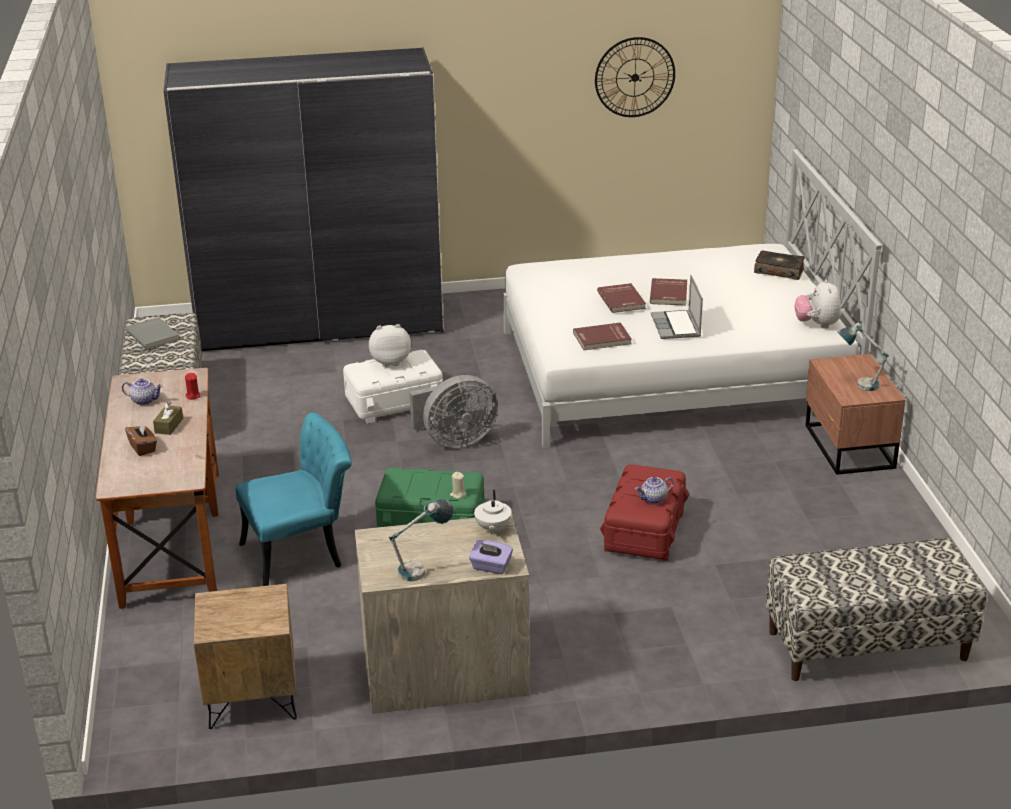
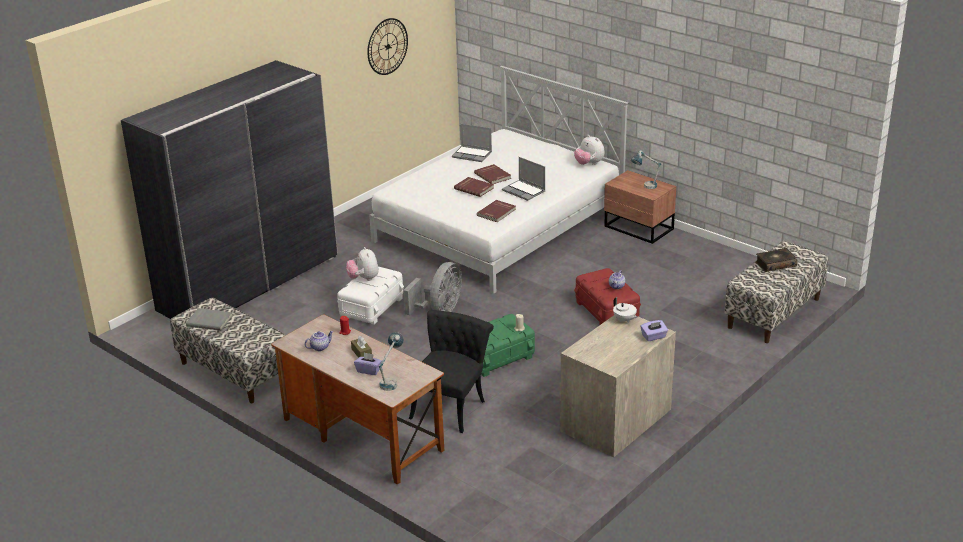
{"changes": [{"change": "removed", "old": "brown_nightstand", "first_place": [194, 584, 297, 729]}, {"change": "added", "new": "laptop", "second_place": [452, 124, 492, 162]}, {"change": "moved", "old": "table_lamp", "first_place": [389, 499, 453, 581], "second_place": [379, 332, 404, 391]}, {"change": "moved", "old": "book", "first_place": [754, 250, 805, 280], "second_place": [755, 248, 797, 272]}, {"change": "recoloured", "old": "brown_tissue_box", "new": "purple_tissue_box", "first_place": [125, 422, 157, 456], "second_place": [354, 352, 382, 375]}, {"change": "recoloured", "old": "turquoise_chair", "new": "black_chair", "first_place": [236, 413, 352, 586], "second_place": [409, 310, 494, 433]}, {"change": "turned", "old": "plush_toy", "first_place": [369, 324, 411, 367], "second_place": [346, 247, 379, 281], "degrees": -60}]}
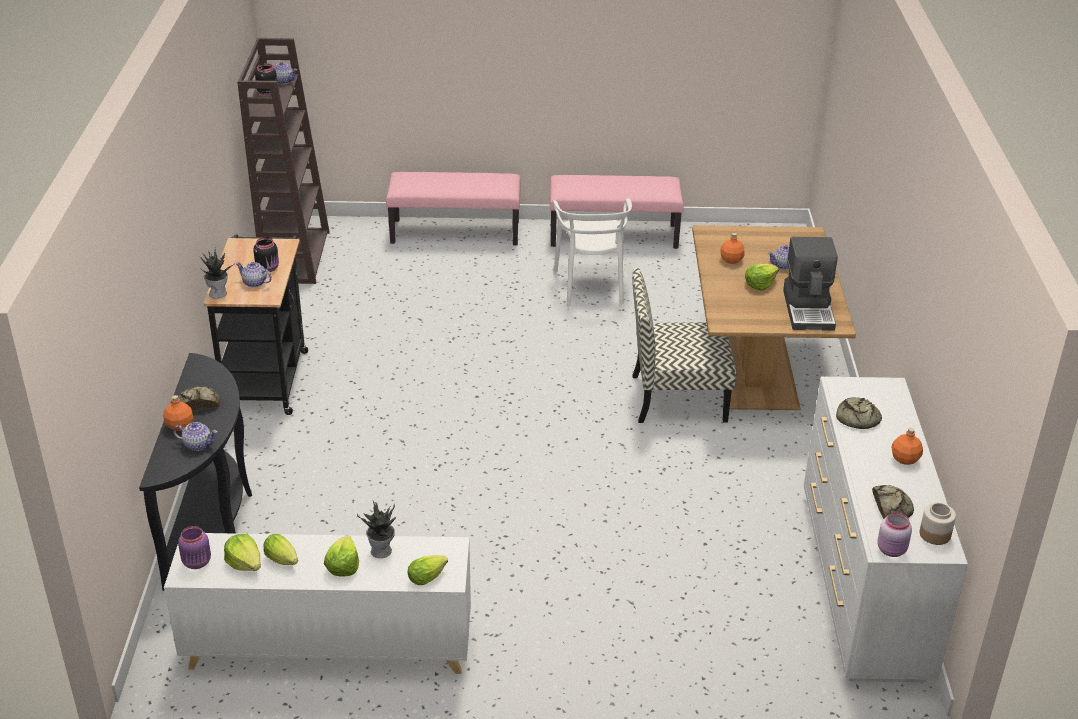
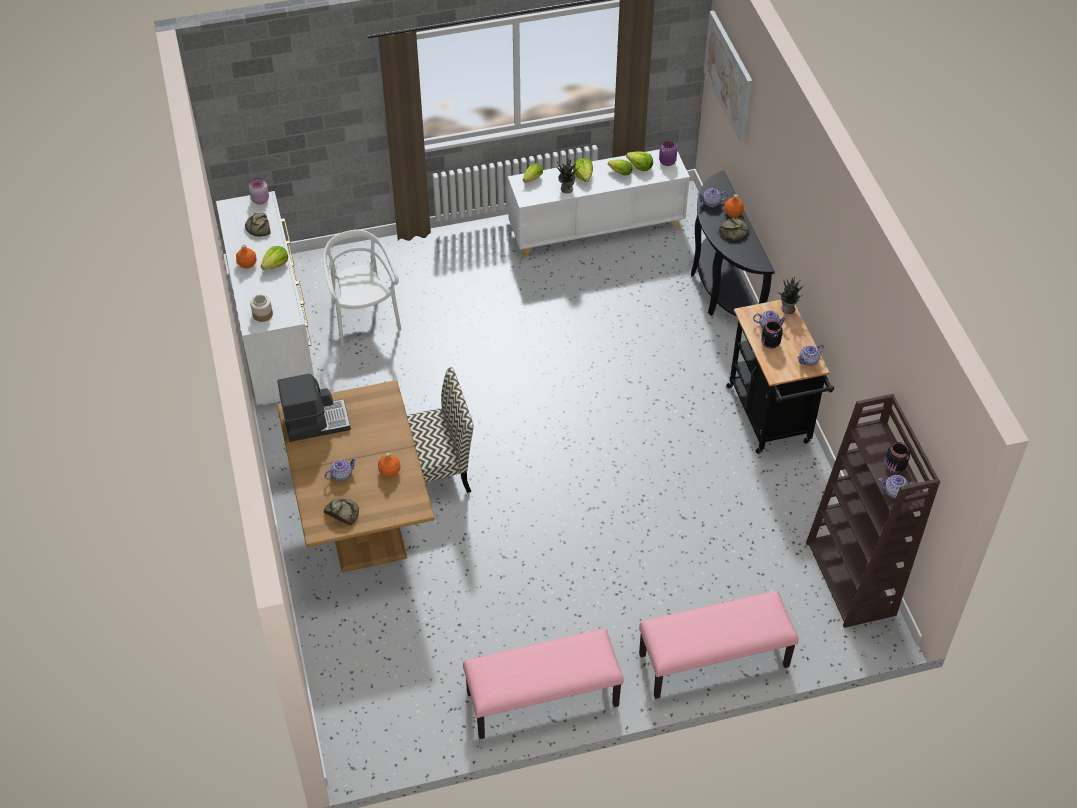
{"changes": [{"change": "added", "new": "picture", "second_place": [703, 11, 752, 142]}, {"change": "added", "new": "teapot", "second_place": [797, 344, 824, 366]}, {"change": "moved", "old": "white_chair", "first_place": [553, 198, 632, 306], "second_place": [323, 230, 402, 346]}, {"change": "moved", "old": "lettuce", "first_place": [745, 264, 779, 291], "second_place": [261, 246, 288, 270]}, {"change": "moved", "old": "bread", "first_place": [836, 397, 882, 429], "second_place": [324, 498, 359, 525]}, {"change": "moved", "old": "jar", "first_place": [920, 503, 956, 545], "second_place": [250, 295, 273, 322]}, {"change": "turned", "old": "coffee_machine", "first_place": [783, 237, 838, 331], "second_place": [277, 374, 351, 442], "degrees": 90}]}
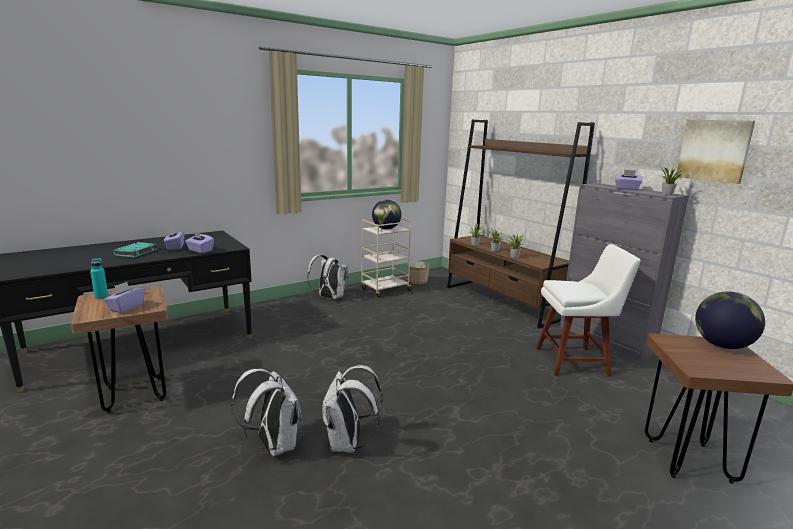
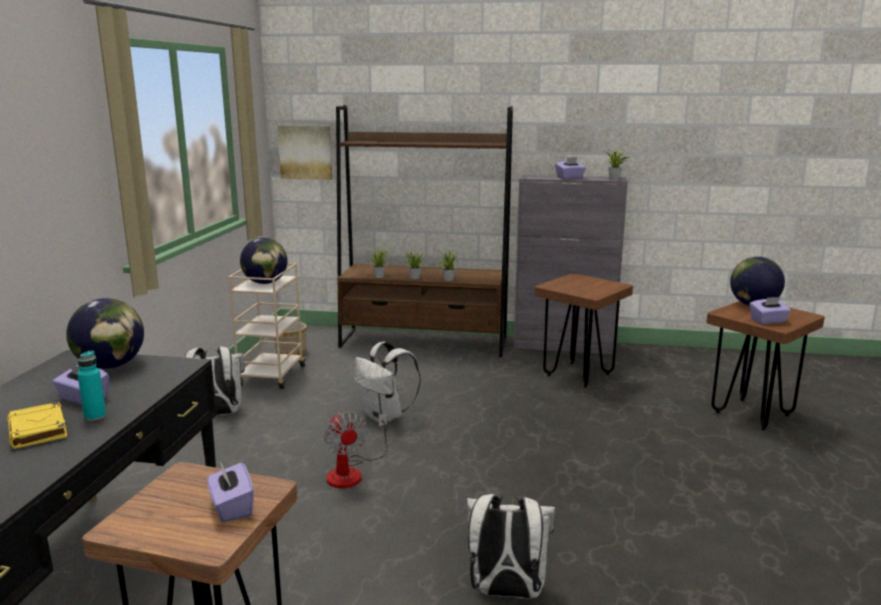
{"changes": [{"change": "added", "new": "globe", "second_place": [66, 298, 144, 369]}, {"change": "added", "new": "fan", "second_place": [324, 413, 387, 488]}, {"change": "moved", "old": "turquoise_bottle", "first_place": [90, 258, 108, 299], "second_place": [77, 351, 106, 421]}, {"change": "moved", "old": "purple_tissue_box", "first_place": [185, 231, 214, 253], "second_place": [750, 297, 791, 324]}, {"change": "moved", "old": "white_backpack", "first_place": [322, 365, 383, 453], "second_place": [354, 341, 421, 422]}, {"change": "moved", "old": "picture", "first_place": [676, 120, 755, 184], "second_place": [277, 125, 332, 180]}, {"change": "replaced", "old": "white_chair", "new": "brown_stool", "first_place": [536, 244, 640, 376], "second_place": [534, 273, 633, 388]}, {"change": "recoloured", "old": "turquoise_book", "new": "yellow_book", "first_place": [113, 242, 157, 258], "second_place": [7, 402, 67, 449]}]}
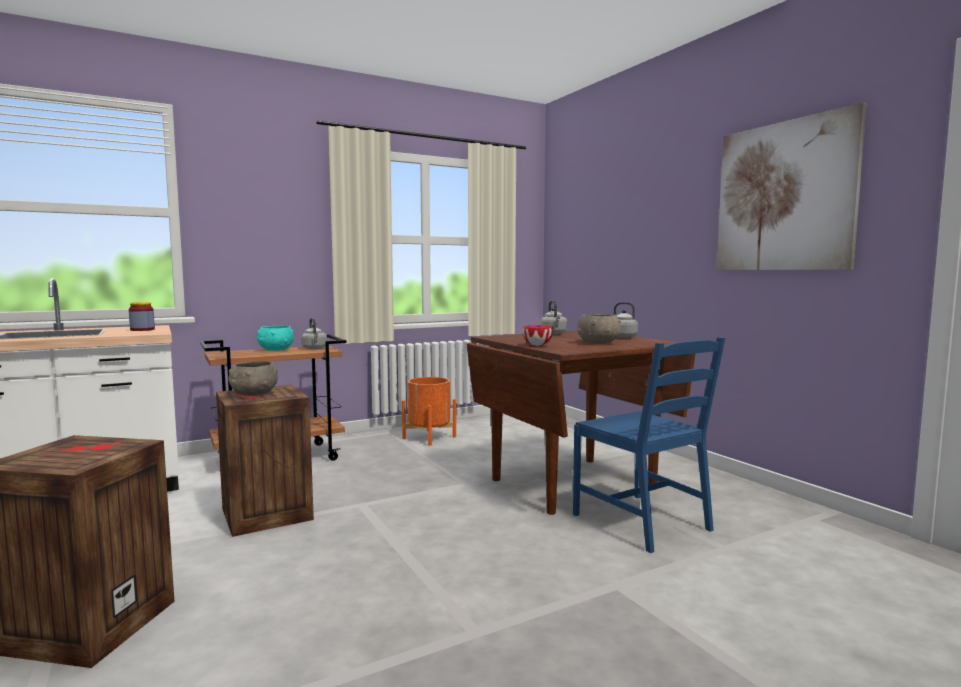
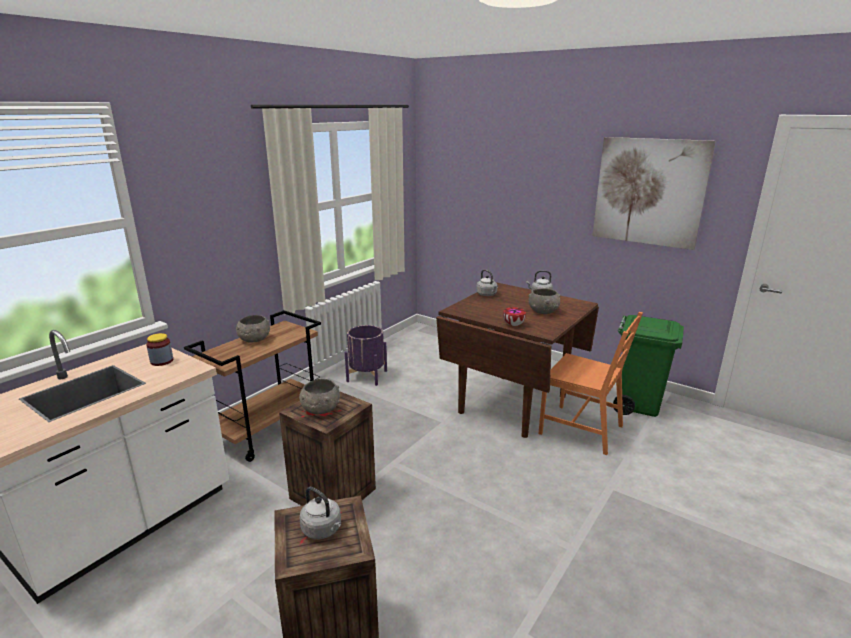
{"changes": [{"change": "added", "new": "green_trash_can", "second_place": [613, 315, 684, 417]}, {"change": "moved", "old": "grey_kettle", "first_place": [301, 318, 327, 349], "second_place": [300, 487, 341, 539]}, {"change": "recoloured", "old": "turquoise_bowl", "new": "grey_bowl", "first_place": [257, 326, 294, 351], "second_place": [236, 315, 270, 343]}, {"change": "recoloured", "old": "orange_planter", "new": "purple_planter", "first_place": [402, 377, 456, 446], "second_place": [345, 325, 387, 386]}, {"change": "recoloured", "old": "blue_chair", "new": "orange_chair", "first_place": [573, 337, 725, 553], "second_place": [539, 312, 643, 455]}]}
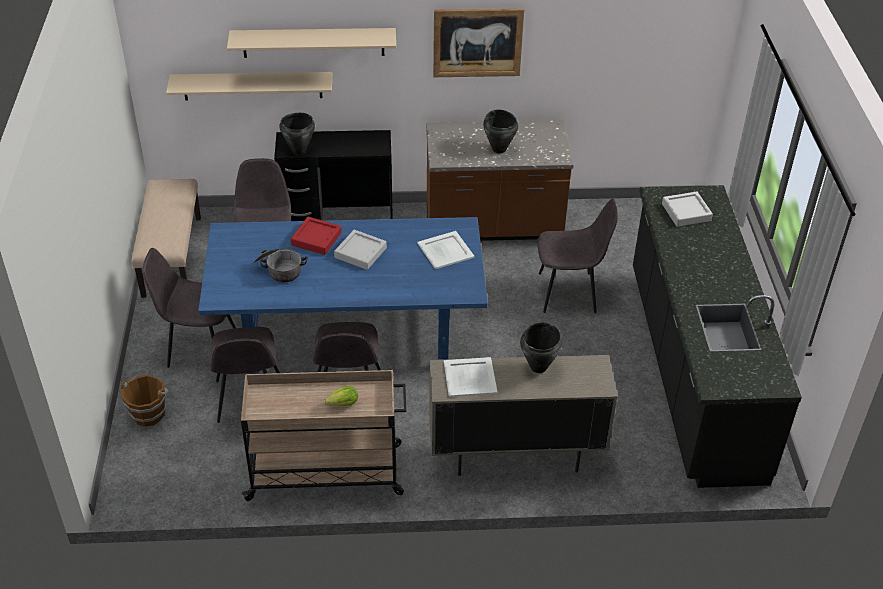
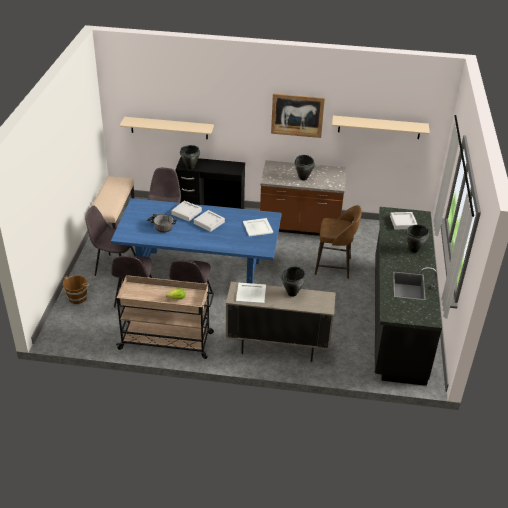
{"changes": [{"change": "added", "new": "black_cooking_pot", "second_place": [405, 225, 429, 253]}, {"change": "moved", "old": "beige_shelf", "first_place": [227, 28, 396, 58], "second_place": [332, 116, 430, 139]}, {"change": "replaced", "old": "grey_chair", "new": "brown_stool", "first_place": [538, 198, 618, 313], "second_place": [315, 205, 362, 279]}, {"change": "recoloured", "old": "red_tray", "new": "grey_tray", "first_place": [291, 217, 342, 255], "second_place": [171, 201, 202, 221]}]}
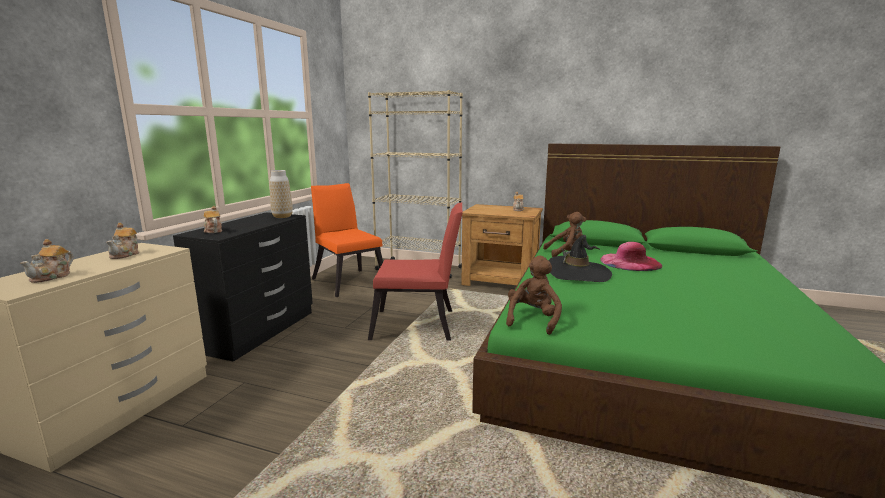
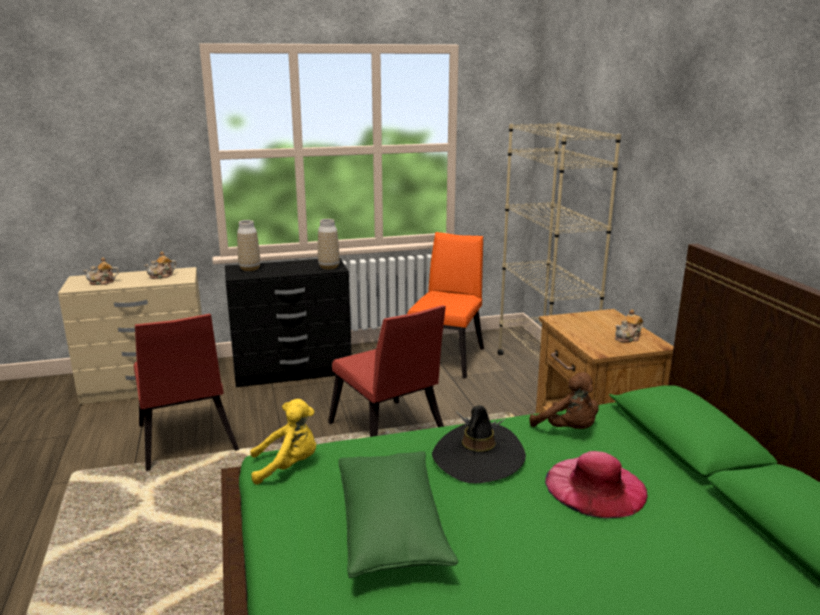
{"changes": [{"change": "added", "new": "red_chair", "second_place": [134, 314, 239, 471]}, {"change": "added", "new": "green_pillow", "second_place": [338, 451, 458, 578]}, {"change": "replaced", "old": "teapot", "new": "vase", "first_place": [204, 206, 222, 233], "second_place": [237, 220, 260, 271]}, {"change": "recoloured", "old": "brown_plush_toy", "new": "yellow_plush_toy", "first_place": [506, 255, 562, 335], "second_place": [250, 399, 316, 485]}]}
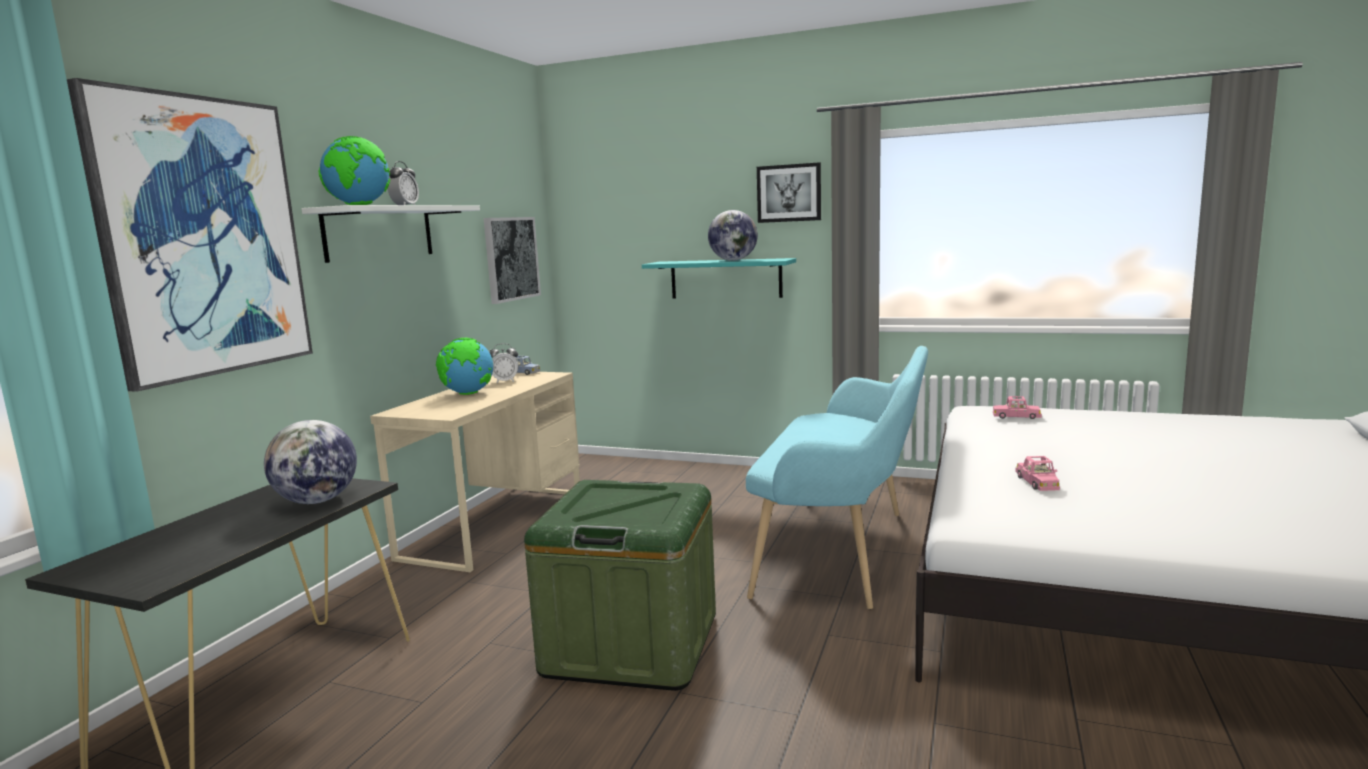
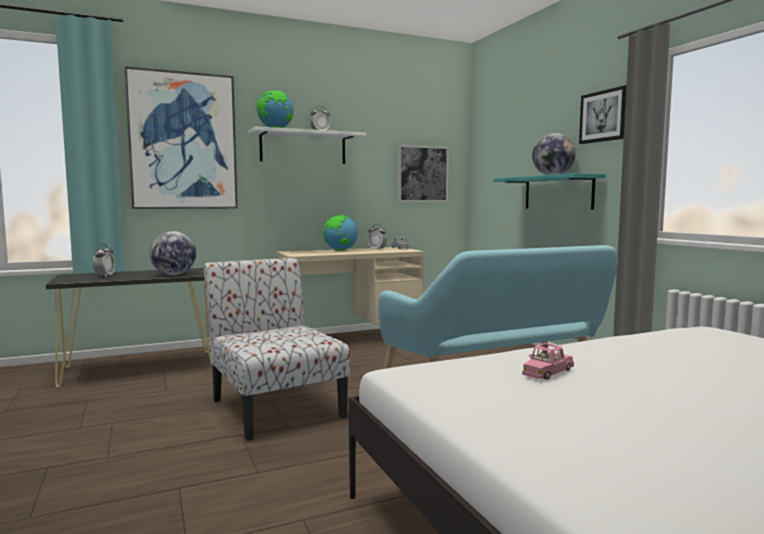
{"changes": [{"change": "removed", "old": "pink_toy_car", "first_place": [993, 396, 1042, 419]}, {"change": "added", "new": "alarm_clock", "second_place": [93, 244, 115, 277]}, {"change": "replaced", "old": "green_storage_box", "new": "chair", "first_place": [524, 480, 716, 691], "second_place": [204, 258, 350, 441]}]}
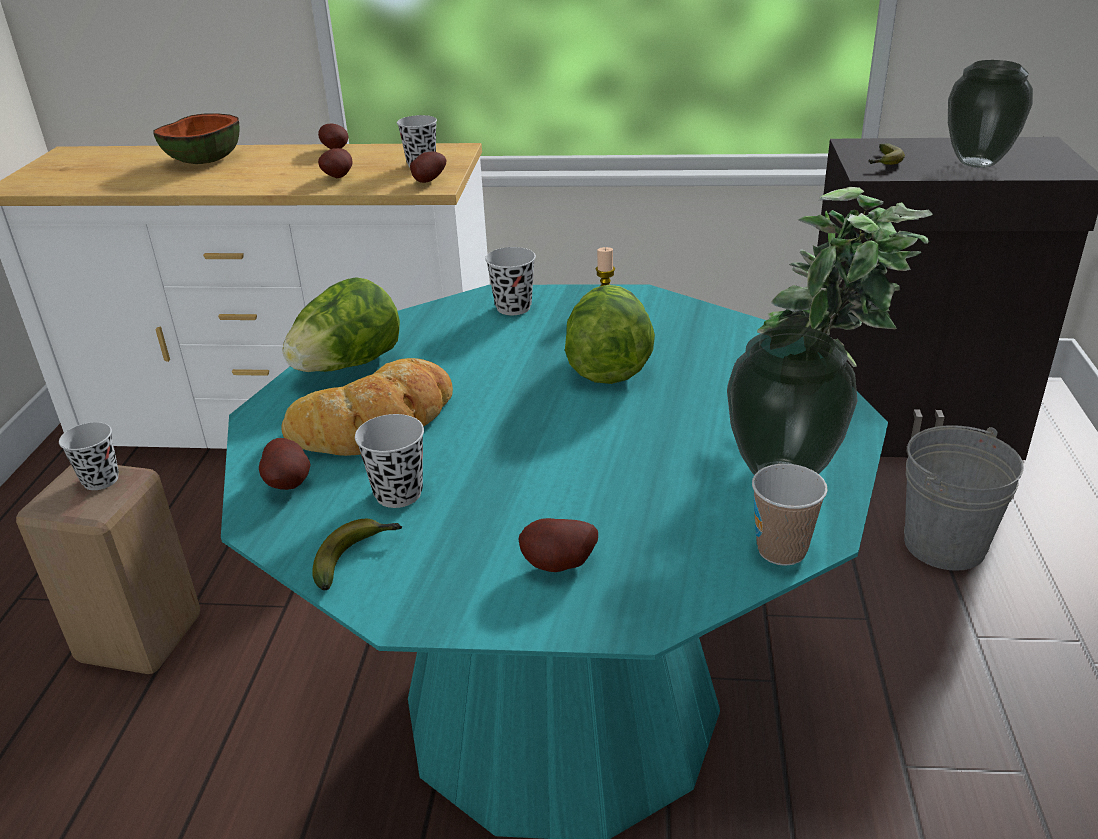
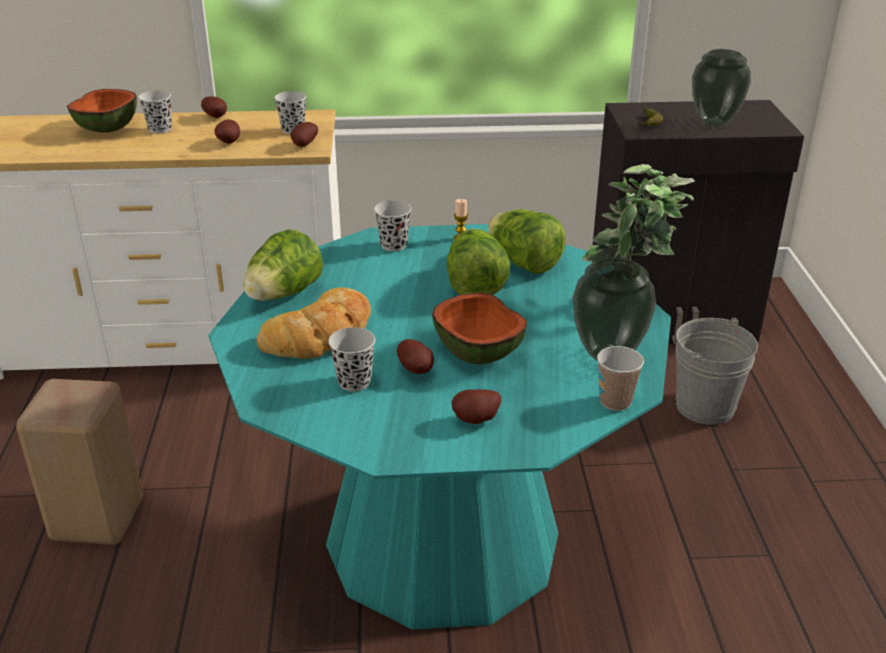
{"changes": [{"change": "removed", "old": "banana", "first_place": [312, 519, 402, 590]}, {"change": "added", "new": "bowl", "second_place": [432, 292, 527, 364]}, {"change": "added", "new": "lettuce", "second_place": [488, 209, 566, 274]}, {"change": "moved", "old": "black_cup", "first_place": [59, 422, 119, 490], "second_place": [139, 90, 172, 134]}, {"change": "moved", "old": "potato", "first_place": [259, 438, 311, 490], "second_place": [397, 339, 434, 374]}]}
